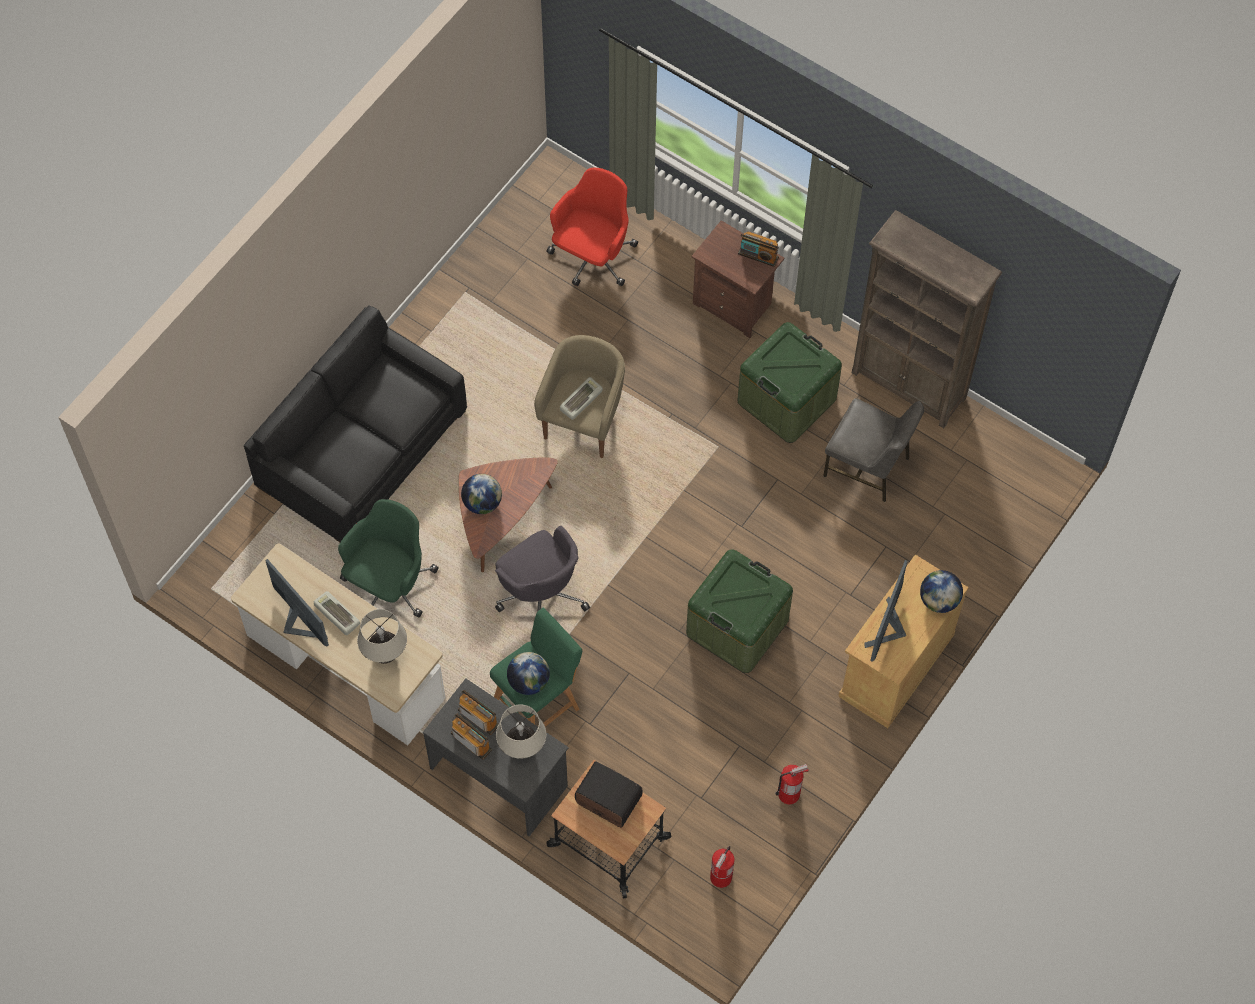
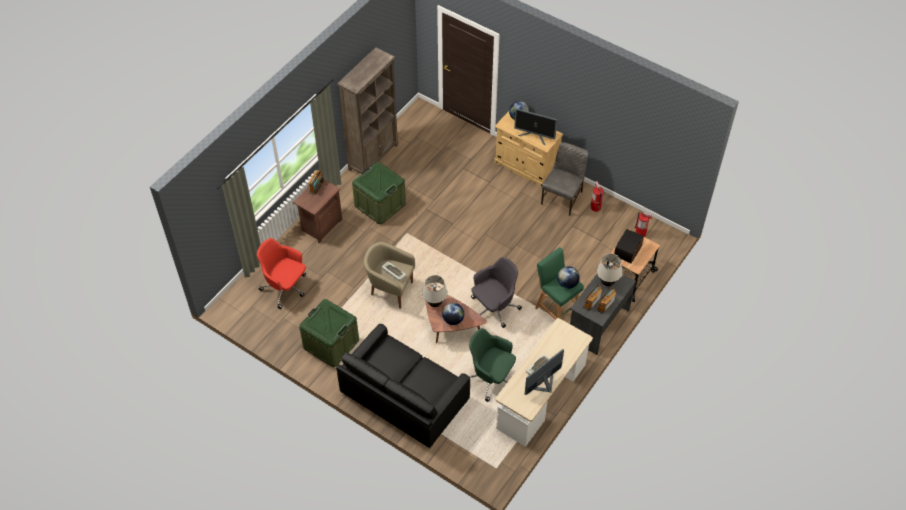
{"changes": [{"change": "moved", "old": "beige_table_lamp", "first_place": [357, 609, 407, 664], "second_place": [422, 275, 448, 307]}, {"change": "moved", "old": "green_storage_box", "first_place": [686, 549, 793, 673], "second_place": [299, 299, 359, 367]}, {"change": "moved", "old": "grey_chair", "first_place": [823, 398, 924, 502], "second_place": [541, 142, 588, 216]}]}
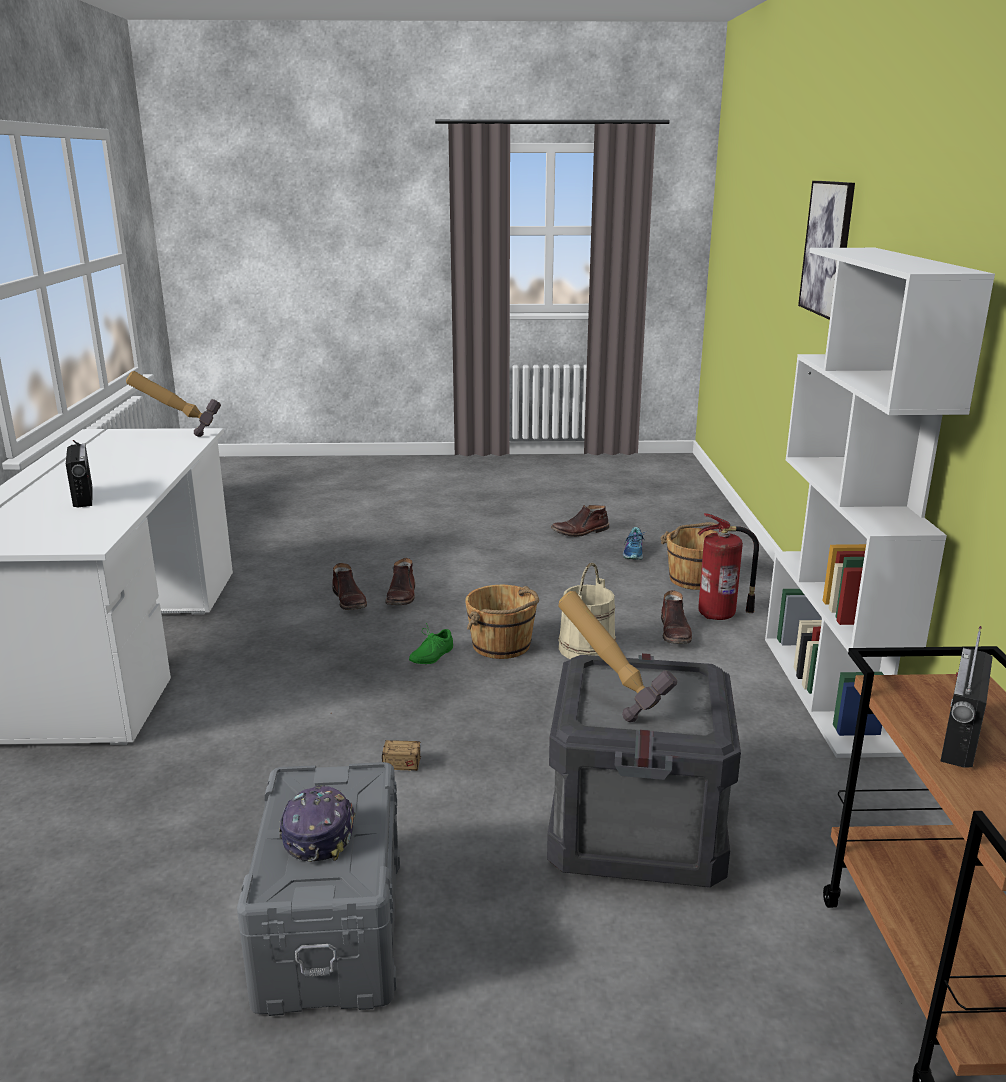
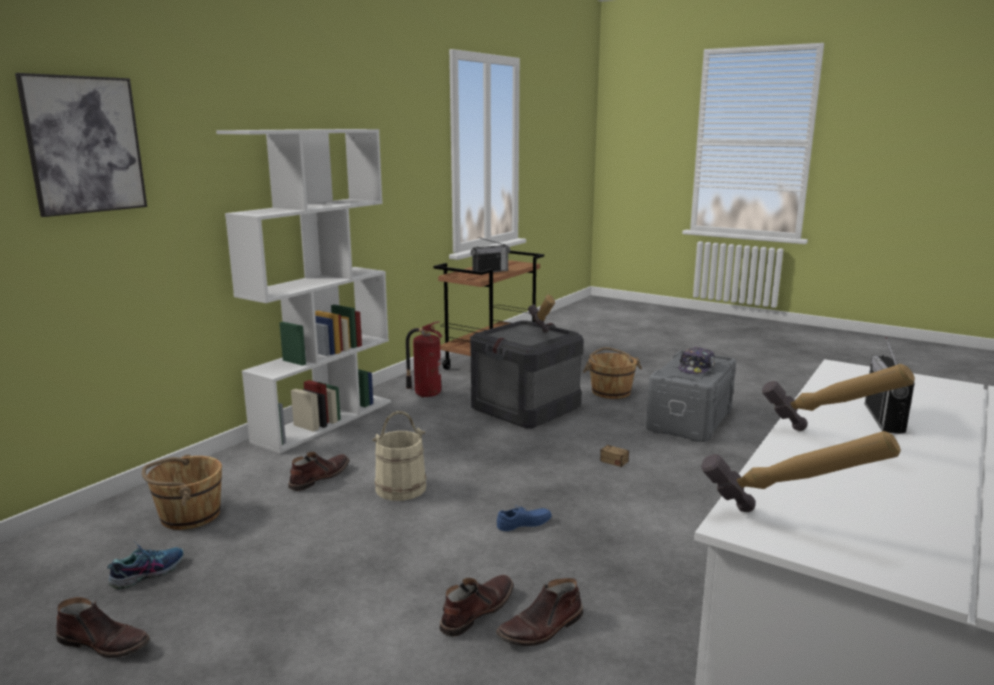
{"changes": [{"change": "added", "new": "hammer", "second_place": [762, 364, 915, 431]}, {"change": "moved", "old": "brown_bucket", "first_place": [465, 585, 539, 659], "second_place": [583, 347, 642, 399]}, {"change": "moved", "old": "fire_extinguisher", "first_place": [698, 513, 759, 620], "second_place": [406, 321, 443, 397]}, {"change": "recoloured", "old": "green_shoe", "new": "blue_shoe", "first_place": [409, 623, 453, 664], "second_place": [497, 505, 551, 531]}, {"change": "turned", "old": "brown_boot", "first_place": [332, 563, 367, 610], "second_place": [496, 578, 583, 646], "degrees": -135}]}
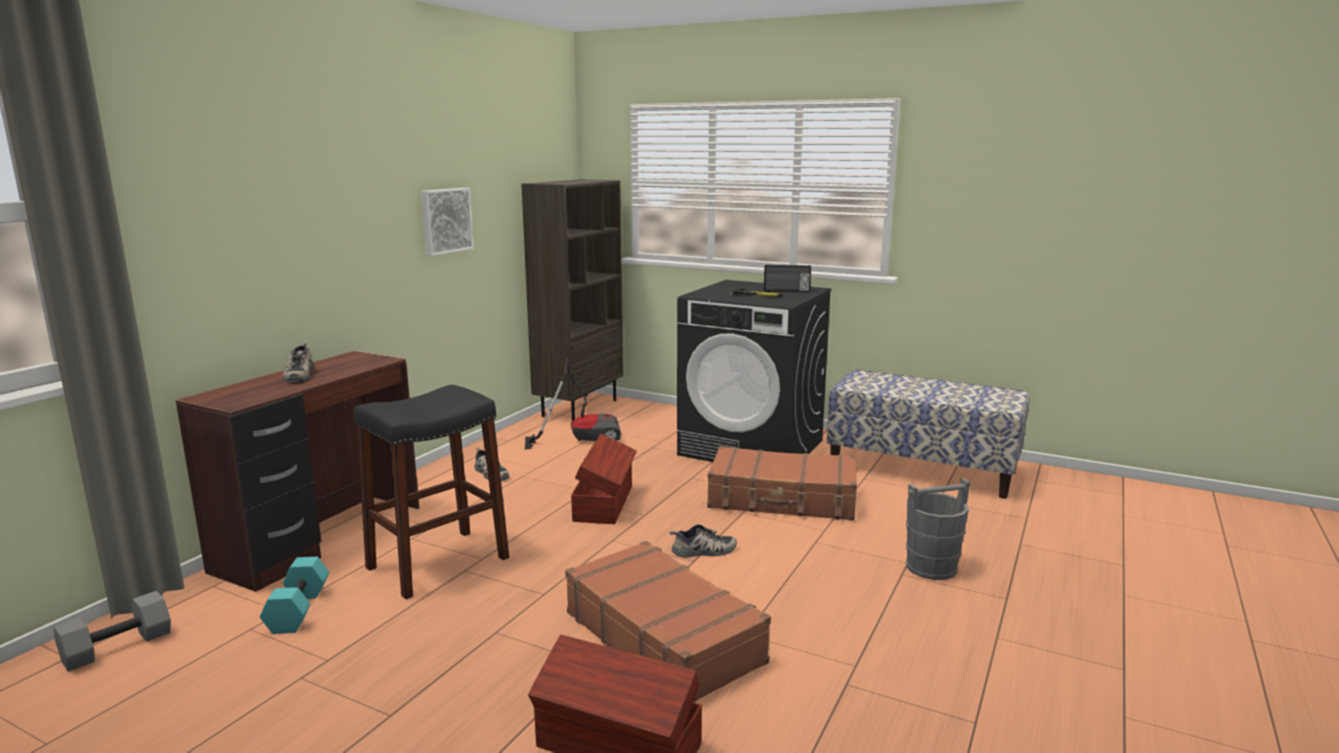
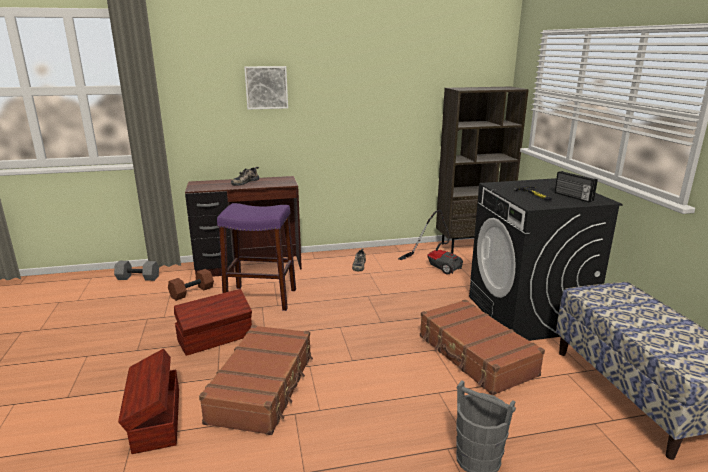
{"changes": [{"change": "removed", "old": "shoe", "first_place": [670, 524, 737, 557]}, {"change": "moved", "old": "picture", "first_place": [421, 188, 474, 256], "second_place": [244, 66, 288, 110]}, {"change": "moved", "old": "brown_storage_box", "first_place": [571, 434, 637, 524], "second_place": [174, 289, 252, 356]}, {"change": "recoloured", "old": "turquoise_dumbbell", "new": "brown_dumbbell", "first_place": [260, 557, 329, 634], "second_place": [168, 269, 214, 301]}, {"change": "recoloured", "old": "black_stool", "new": "purple_stool", "first_place": [353, 385, 509, 599], "second_place": [217, 203, 296, 311]}]}
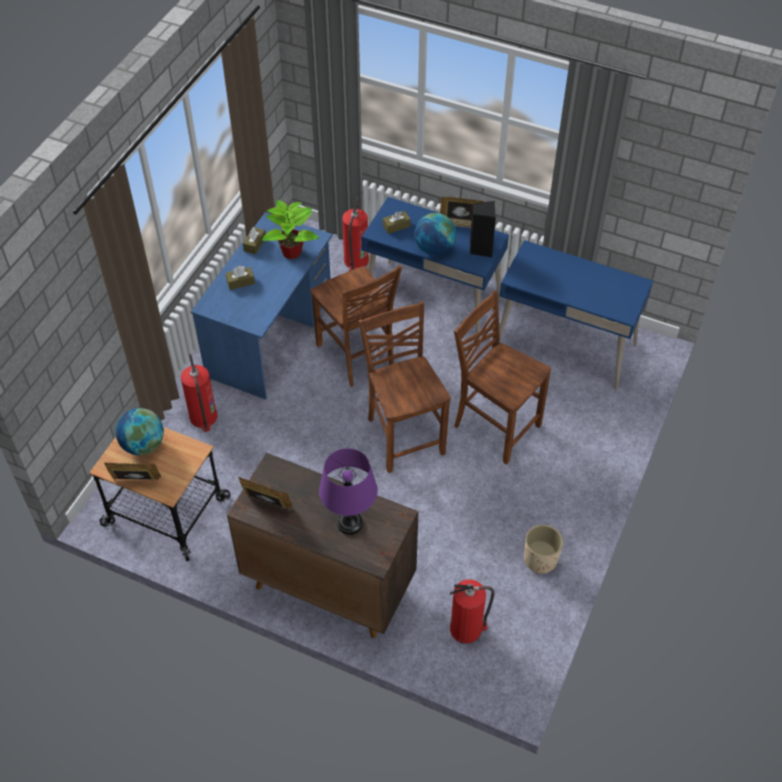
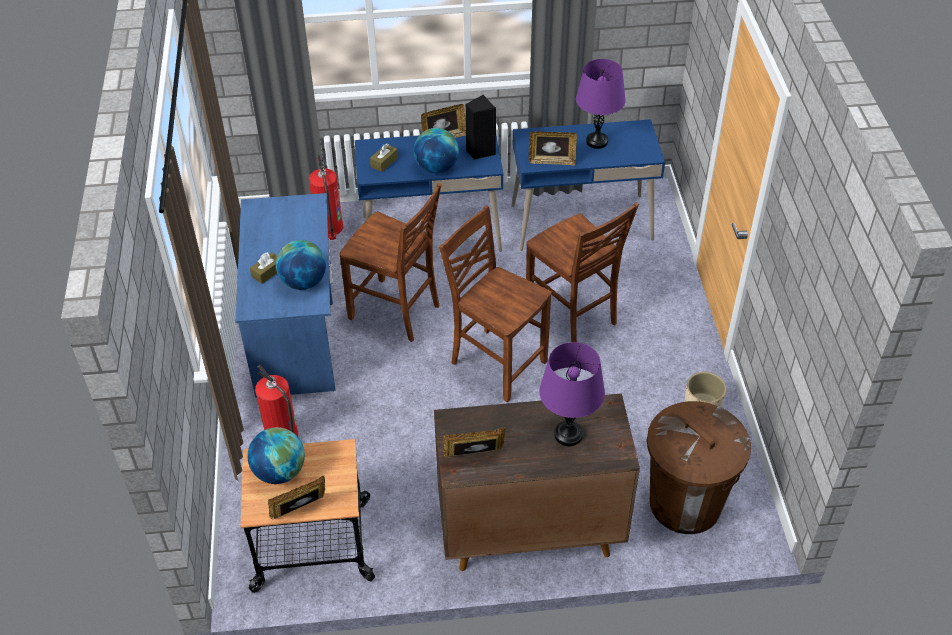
{"changes": [{"change": "removed", "old": "brown_tissue_box", "first_place": [243, 227, 266, 254]}, {"change": "removed", "old": "potted_plant", "first_place": [262, 200, 319, 259]}, {"change": "added", "new": "globe", "second_place": [276, 240, 326, 290]}, {"change": "added", "new": "picture_frame", "second_place": [529, 131, 577, 166]}, {"change": "added", "new": "purple_table_lamp", "second_place": [576, 59, 626, 149]}, {"change": "replaced", "old": "fire_extinguisher", "new": "brown_trash_can", "first_place": [450, 580, 495, 644], "second_place": [647, 401, 751, 534]}, {"change": "turned", "old": "brown_chair", "first_place": [454, 290, 551, 465], "second_place": [526, 202, 639, 342], "degrees": -135}]}
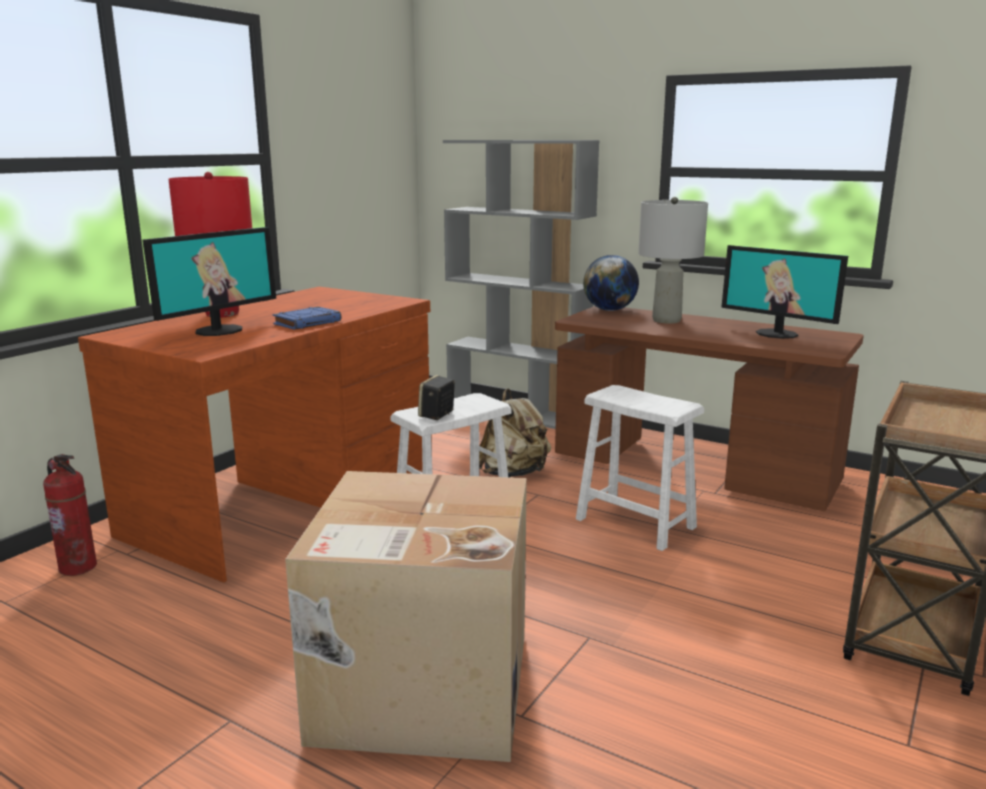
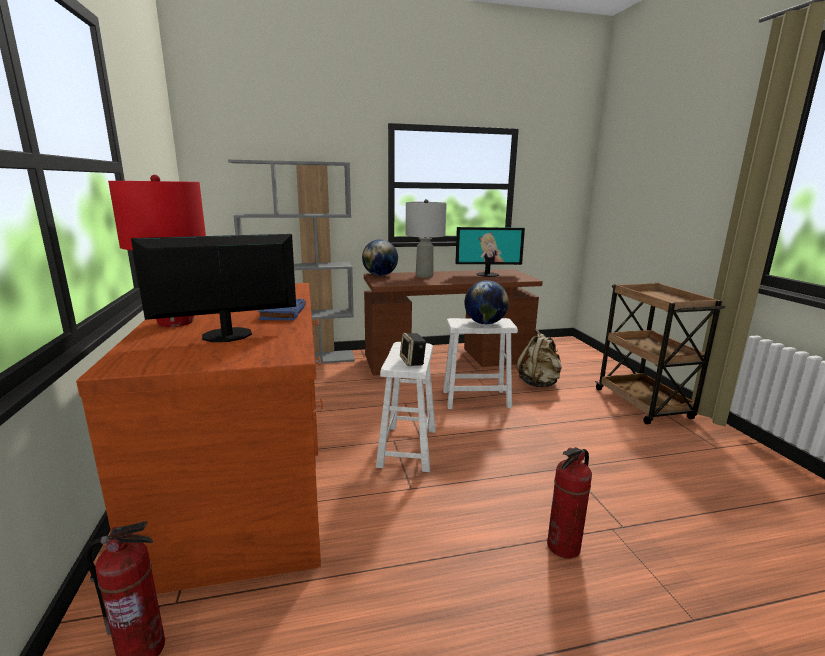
{"changes": [{"change": "added", "new": "globe", "second_place": [464, 280, 509, 324]}, {"change": "moved", "old": "beige_backpack", "first_place": [479, 389, 551, 477], "second_place": [517, 329, 562, 387]}, {"change": "replaced", "old": "cardboard_box", "new": "fire_extinguisher", "first_place": [285, 471, 527, 762], "second_place": [547, 447, 592, 559]}, {"change": "turned", "old": "monitor", "first_place": [142, 227, 276, 336], "second_place": [131, 234, 296, 342], "degrees": -105}]}
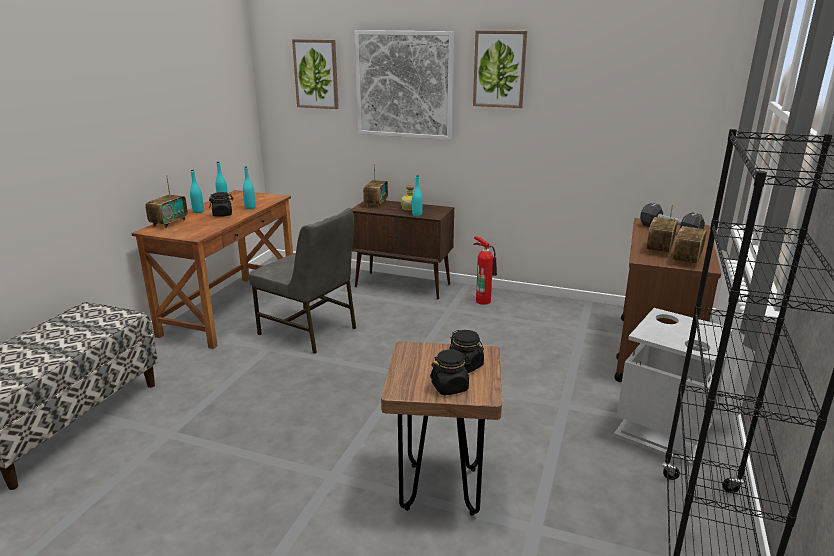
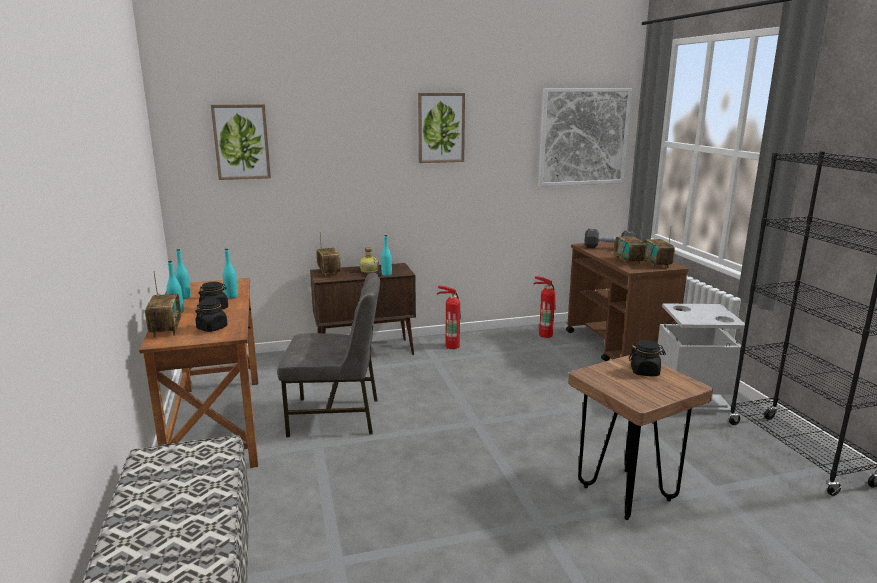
{"changes": [{"change": "added", "new": "fire_extinguisher", "second_place": [533, 276, 556, 338]}, {"change": "moved", "old": "picture", "first_place": [355, 30, 454, 140], "second_place": [538, 88, 632, 187]}, {"change": "moved", "old": "black_jar", "first_place": [430, 349, 471, 395], "second_place": [195, 299, 228, 332]}]}
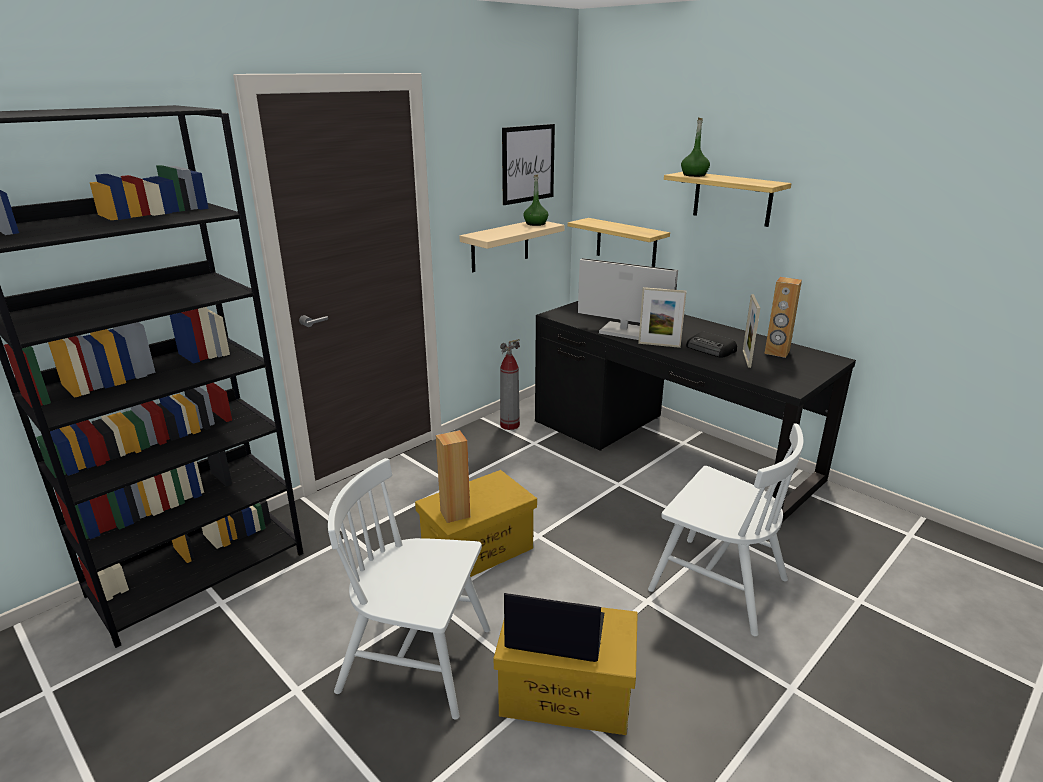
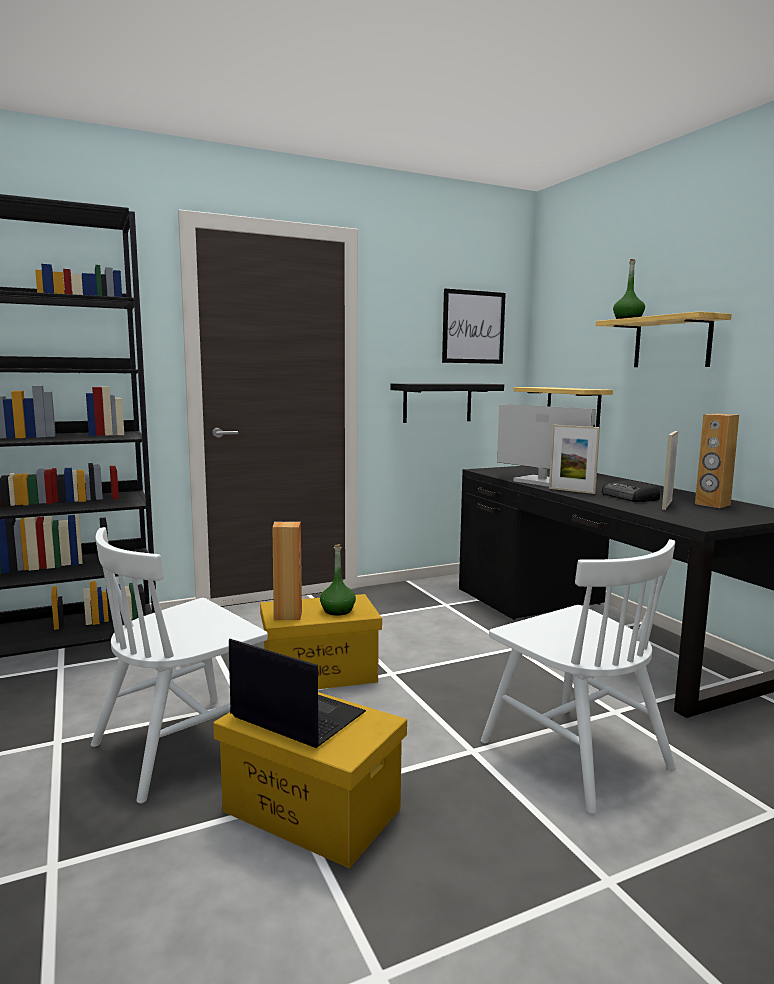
{"changes": [{"change": "removed", "old": "fire_extinguisher", "first_place": [500, 339, 520, 430]}, {"change": "moved", "old": "green_bottle", "first_place": [523, 175, 548, 226], "second_place": [320, 544, 356, 615]}, {"change": "recoloured", "old": "beige_shelf", "new": "black_shelf", "first_place": [460, 221, 565, 272], "second_place": [390, 383, 504, 423]}, {"change": "turned", "old": "white_chair", "first_place": [328, 458, 490, 720], "second_place": [91, 527, 268, 804], "degrees": -75}]}
